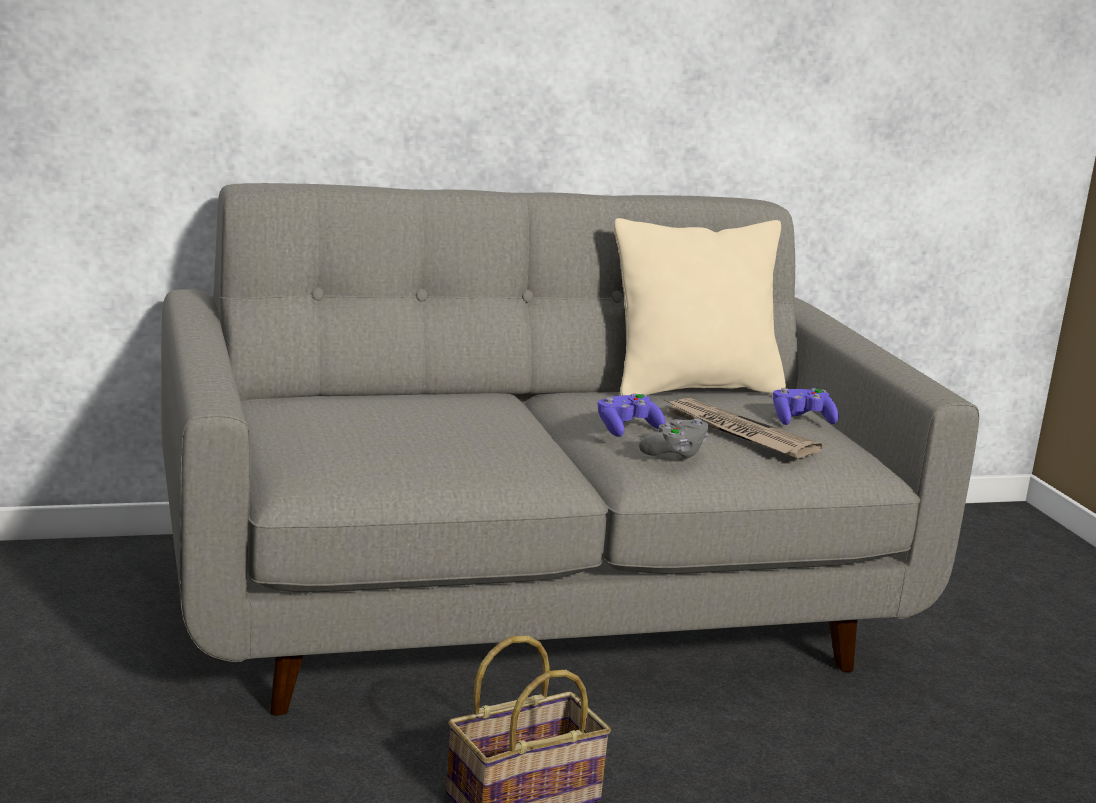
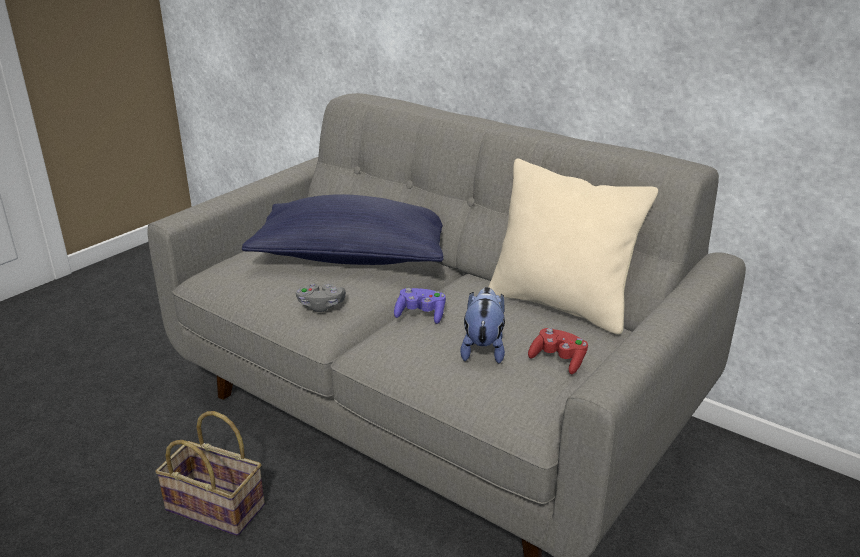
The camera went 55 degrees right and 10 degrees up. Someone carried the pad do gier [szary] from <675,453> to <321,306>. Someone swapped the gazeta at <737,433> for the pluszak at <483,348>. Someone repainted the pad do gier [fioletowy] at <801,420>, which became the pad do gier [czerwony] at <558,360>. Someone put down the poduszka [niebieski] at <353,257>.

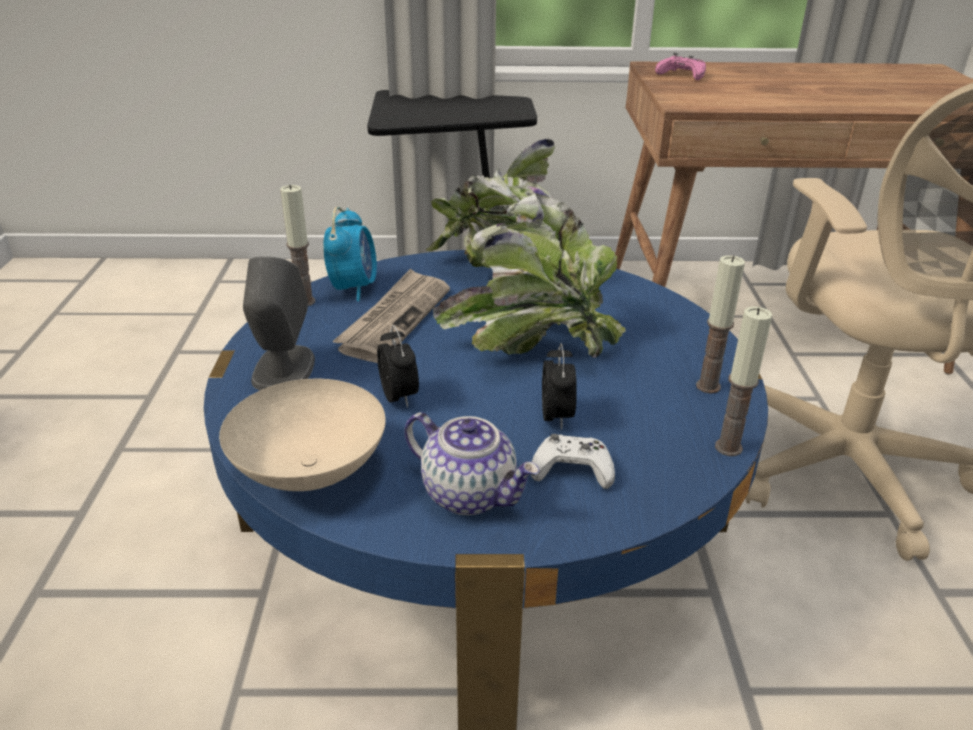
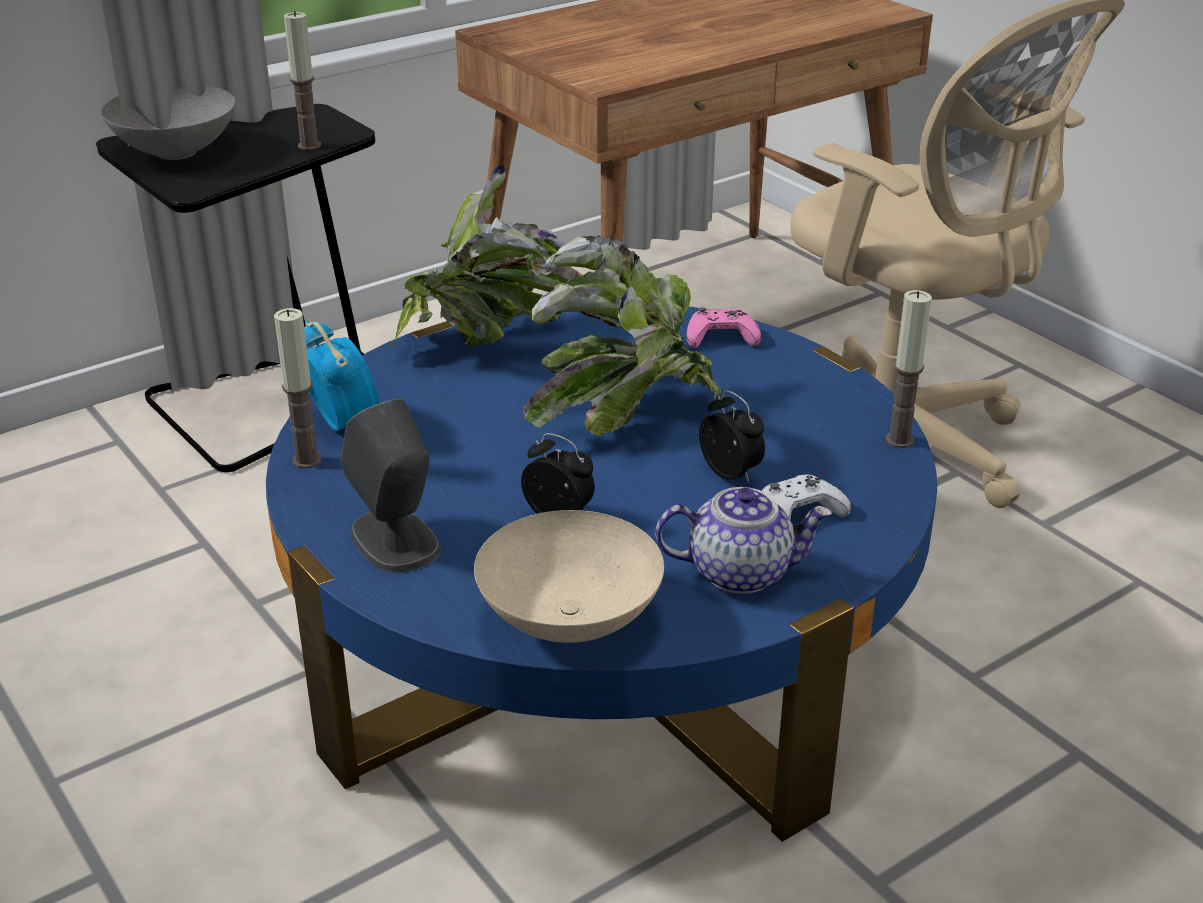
The camera went 35 degrees left and 0 degrees up. Someone took away the gazeta at <395,318>. Someone carried the pad do gier [różowy] from <682,75> to <721,337>. Someone carried the świeca from <708,386> to <309,145>. Someone put down the miska [szary] at <177,153>.

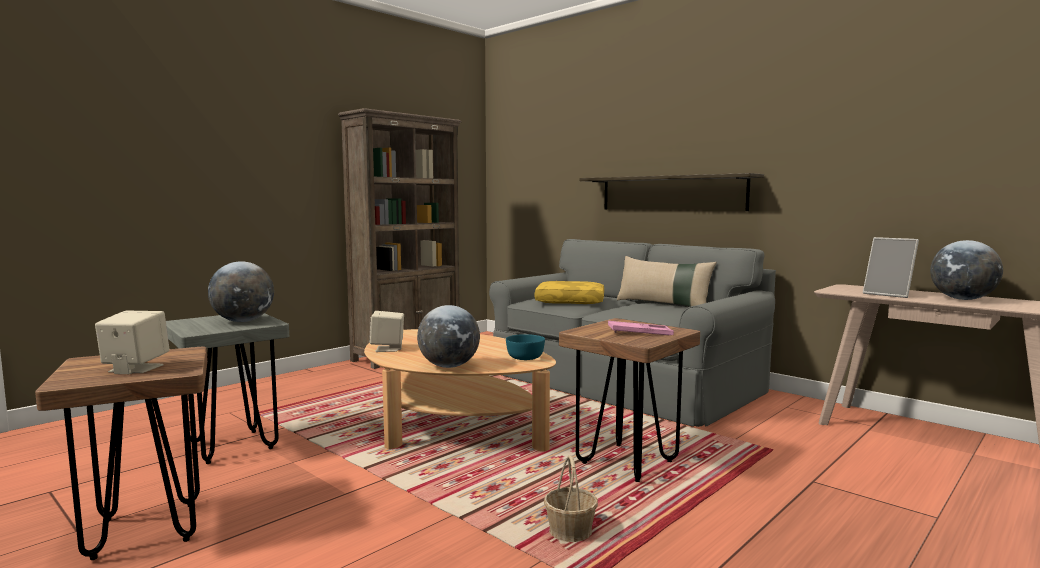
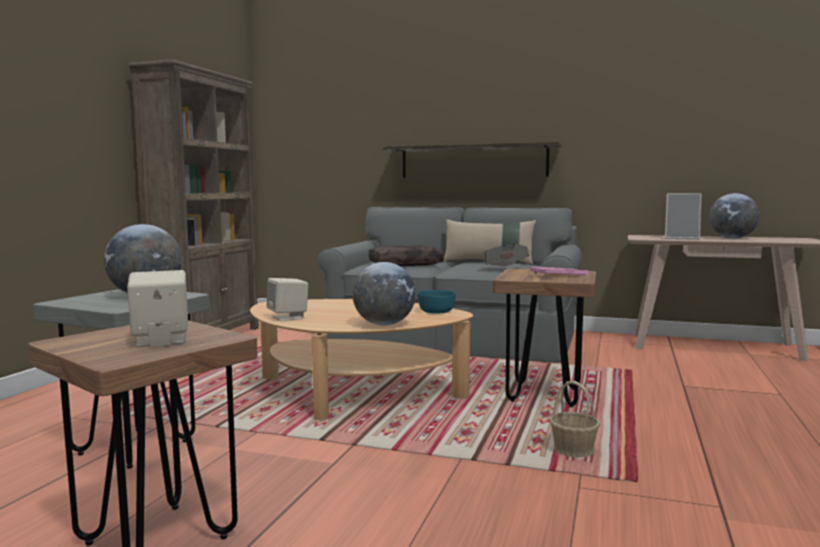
The camera went 25 degrees left and 0 degrees up. Someone repainted the poduszka [żółty] at <570,301>, which became the poduszka [brązowy] at <405,264>. Someone put down the gazeta at <505,269>.

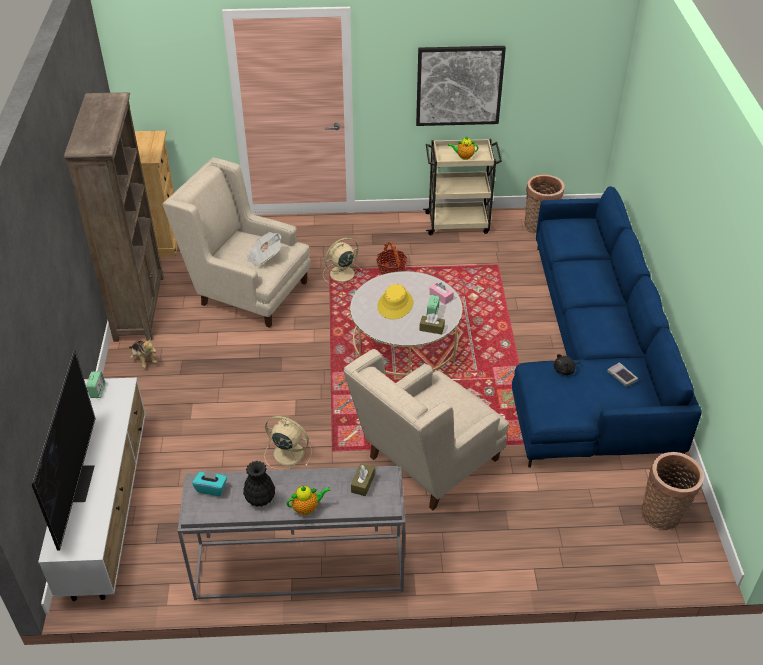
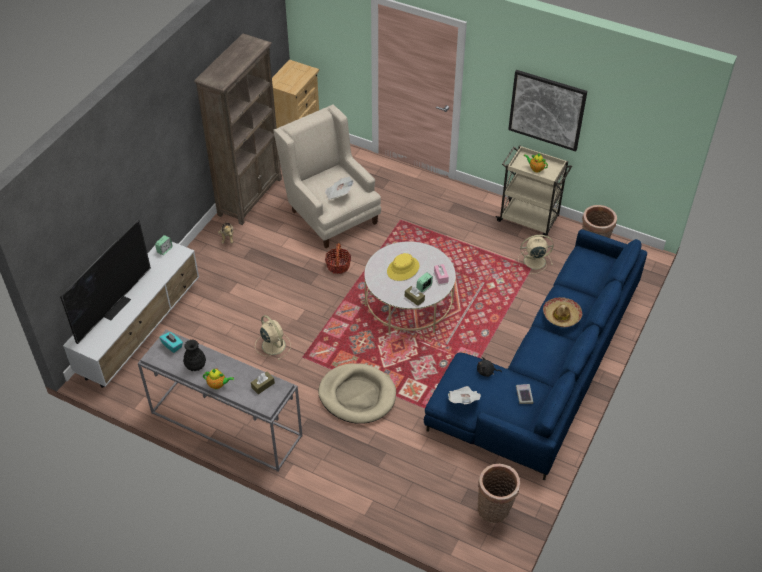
The camera went 30 degrees right and 5 degrees up. Someone carried the wentylator [beżowy] from <341,274> to <533,261>. Someone swapped the fotel [beżowy] at <426,464> for the legowisko [beżowy] at <357,395>. Someone carried the koszyk from <391,269> to <338,266>. Someone put down the gazeta at <463,400>. Someone put down the kapelusz at <561,316>.

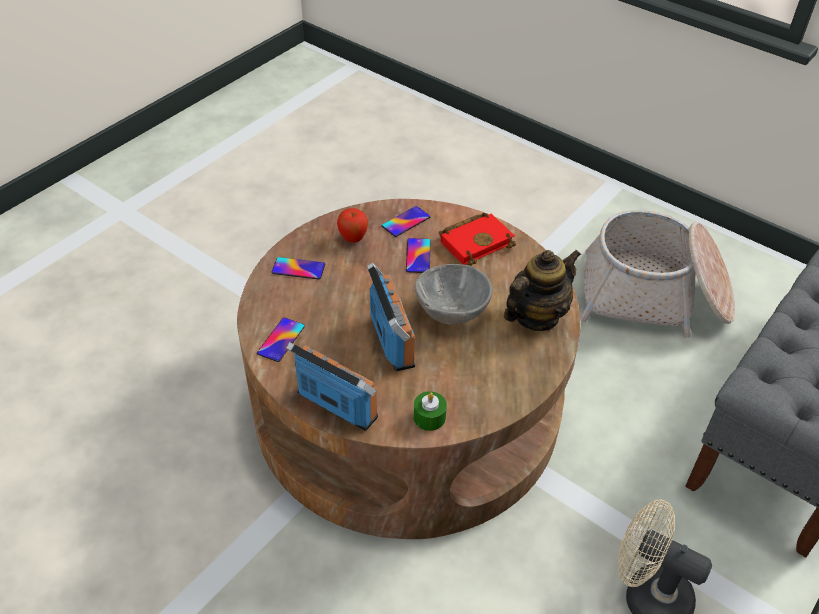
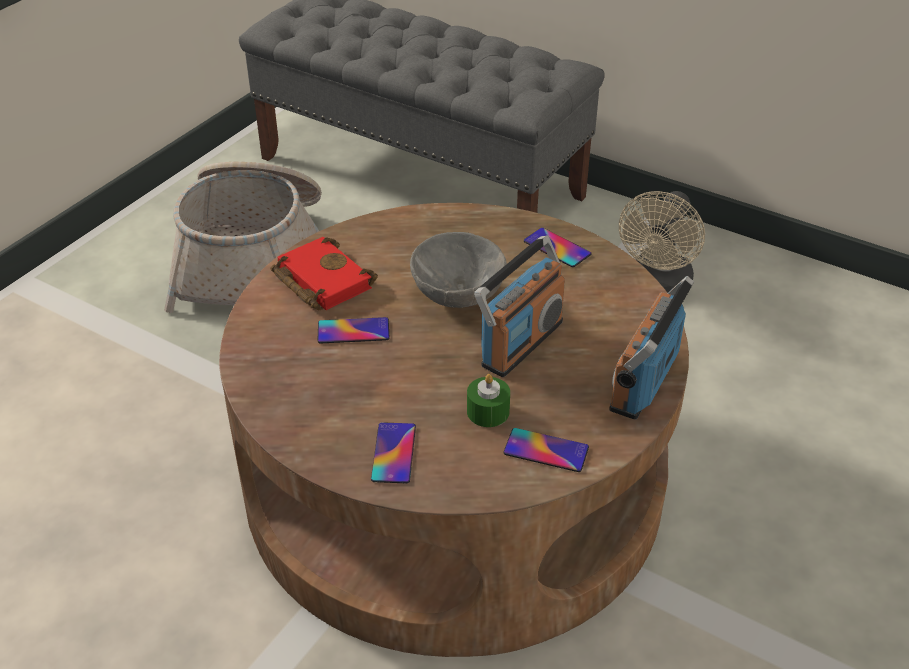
The camera went 95 degrees left and 5 degrees down. Someone took away the jabłko at <353,239>. Someone rotated the radio at <392,340> by 150 degrees clockwise. Someone carried the telefon from <406,222> to <557,248>. Someone carried the świeca [zielony] from <429,417> to <488,411>. Someone took away the imbryk at <536,316>.

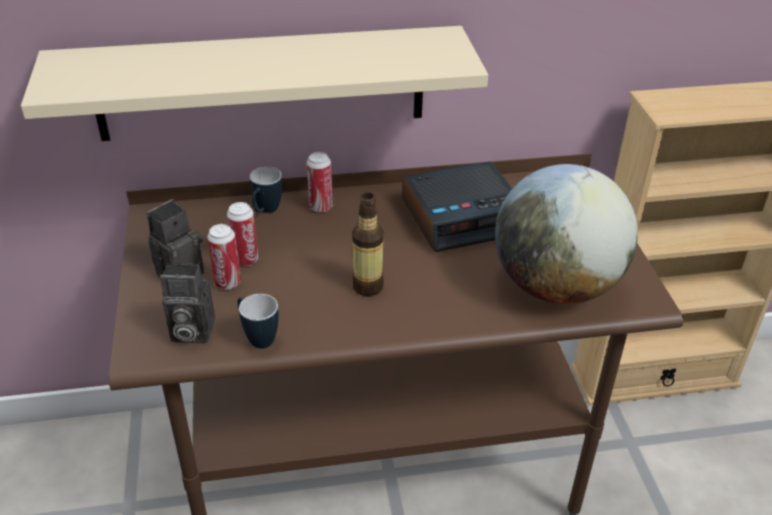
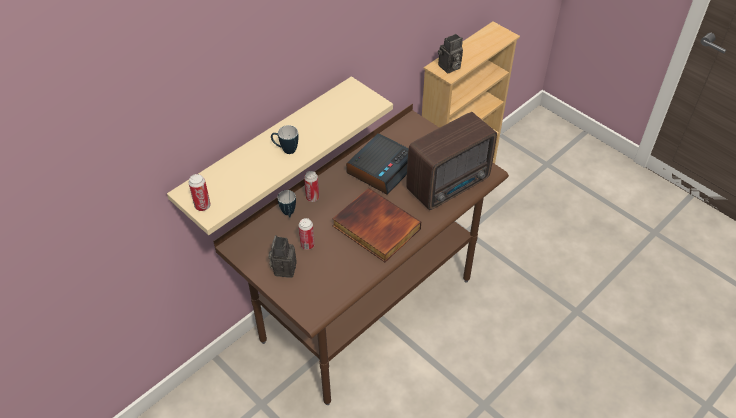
The camera went 35 degrees left and 10 degrees up. Someone carried the aparat fotograficzny from <189,332> to <449,67>. Someone carried the puszka from <227,283> to <202,206>. Someone carried the kubek from <257,337> to <285,150>. Someone swapped the butelka at <367,286> for the książka at <375,228>. Someone swapped the globus at <556,286> for the radio at <450,184>.

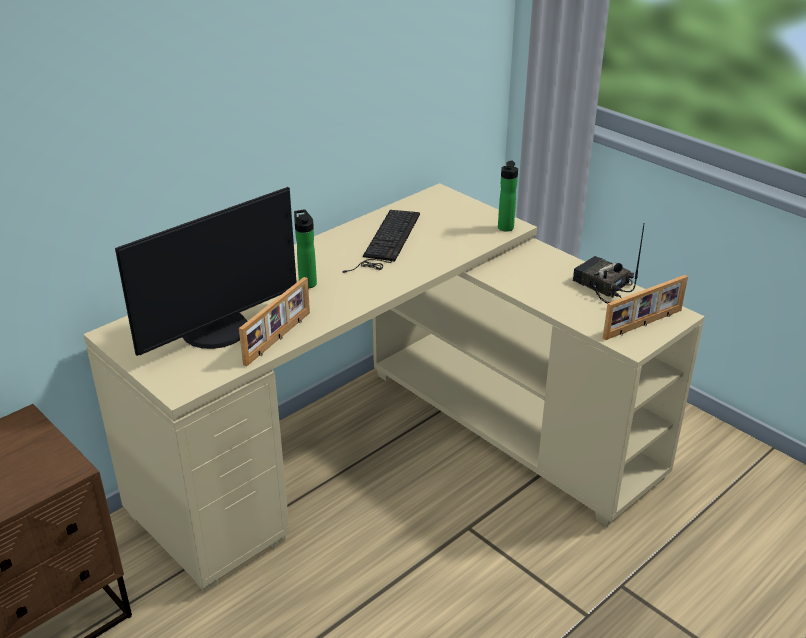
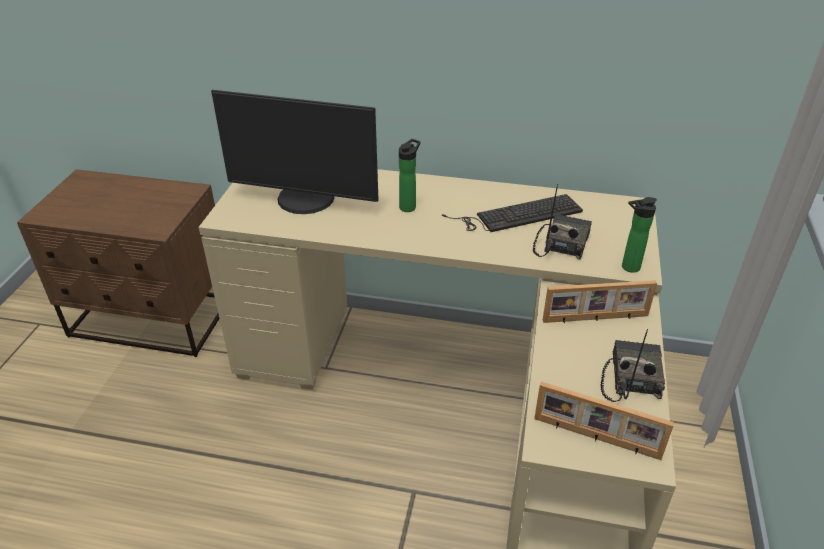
The camera went 55 degrees right and 5 degrees up. Someone carried the ramka na zdjęcie from <279,338> to <596,319>. Someone put down the radio at <561,243>.

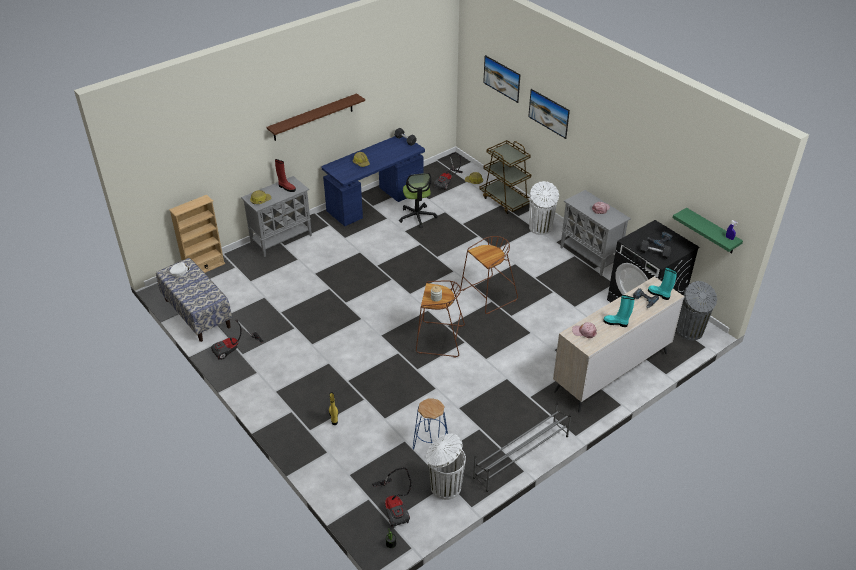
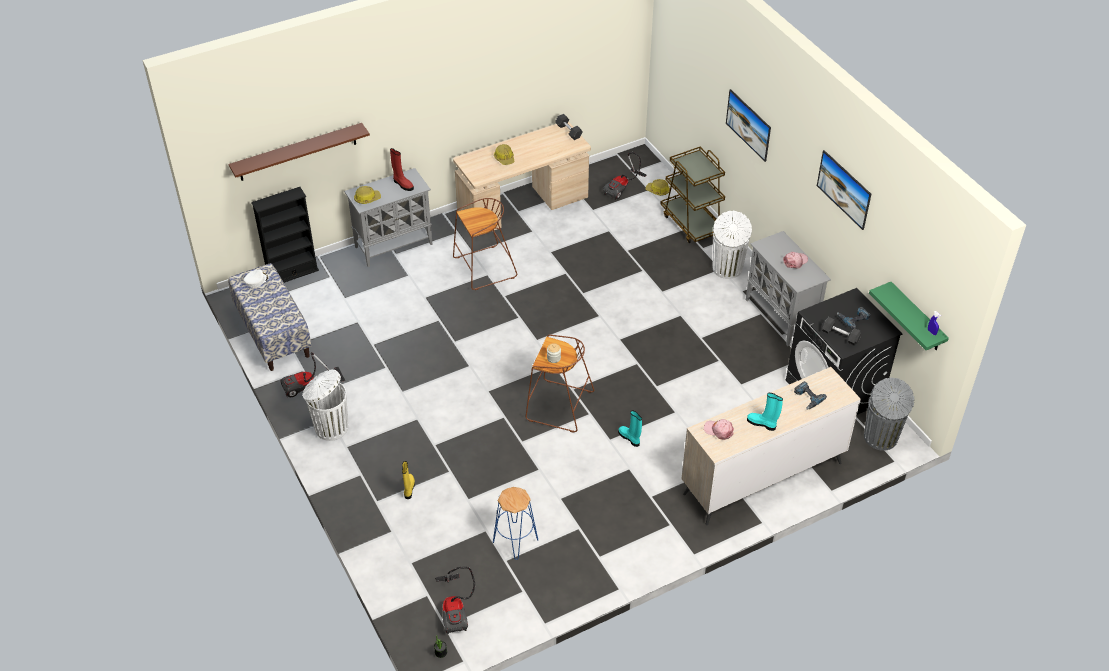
The camera went 10 degrees right and 5 degrees up. Someone repainted the regał [beżowy] at <204,268>, which became the regał [czarny] at <292,273>. Someone carried the półka [brązowy] from <313,117> to <297,152>. Someone repainted the biurko [niebieski] at <375,202>, which became the biurko [beżowy] at <523,206>. Someone took away the krzesło biurowe at <417,217>. Someone carried the kosz na śmieci [biały] from <444,486> to <330,427>. Someone carried the stołek [brązowy] from <488,296> to <484,268>. Someone took away the regał na buty [szary] at <520,456>. Someone carried the obraz from <501,85> to <842,198>. Someone carried the but z cholewką [turkusowy] from <659,294> to <630,438>.

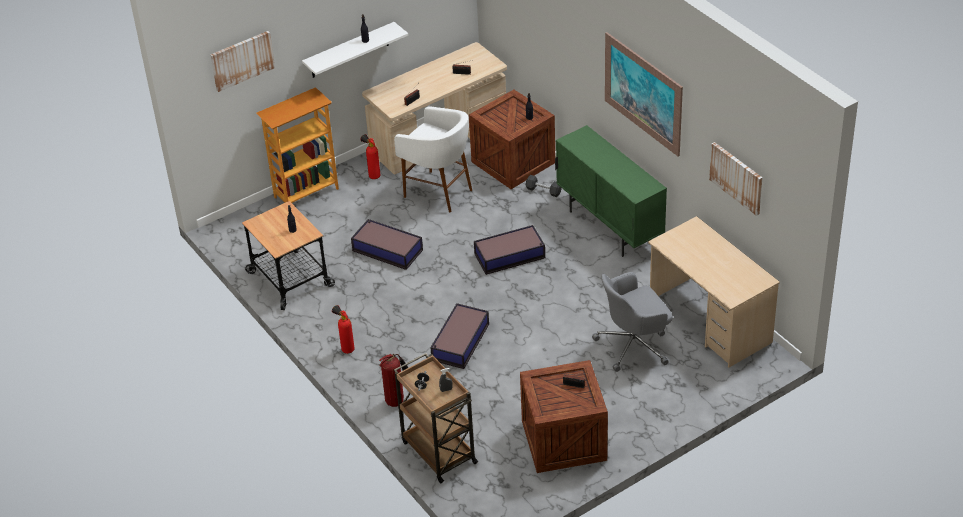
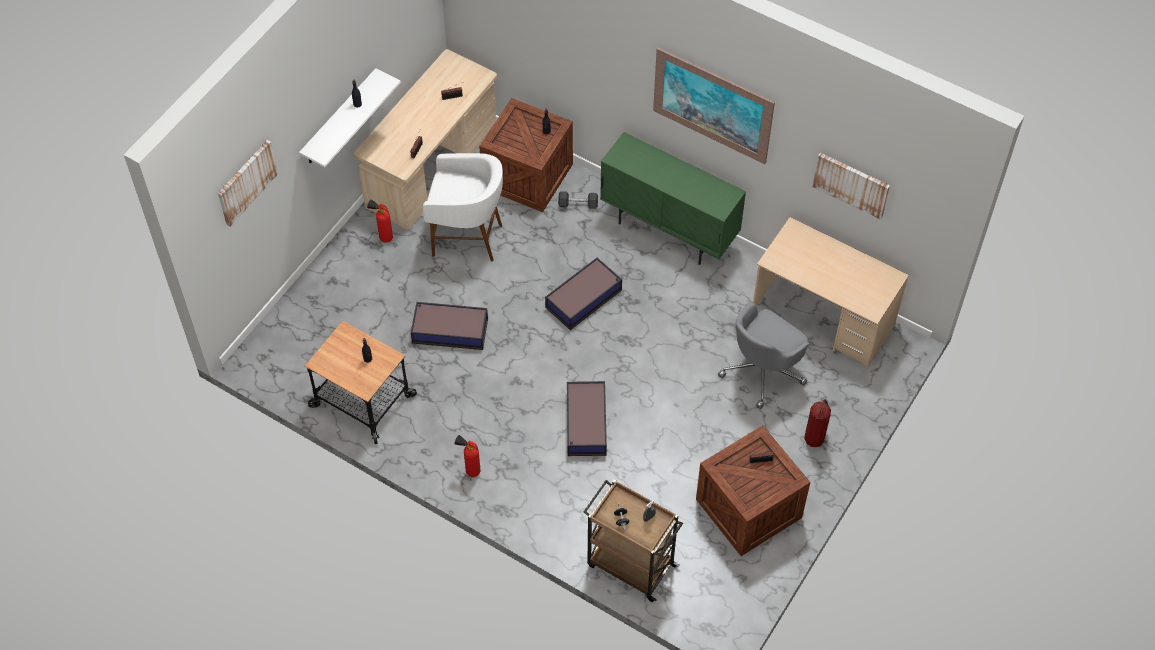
The camera went 25 degrees left and 15 degrees up. Someone took away the regał at <306,193>. Someone carried the gaśnica from <396,400> to <814,438>.

